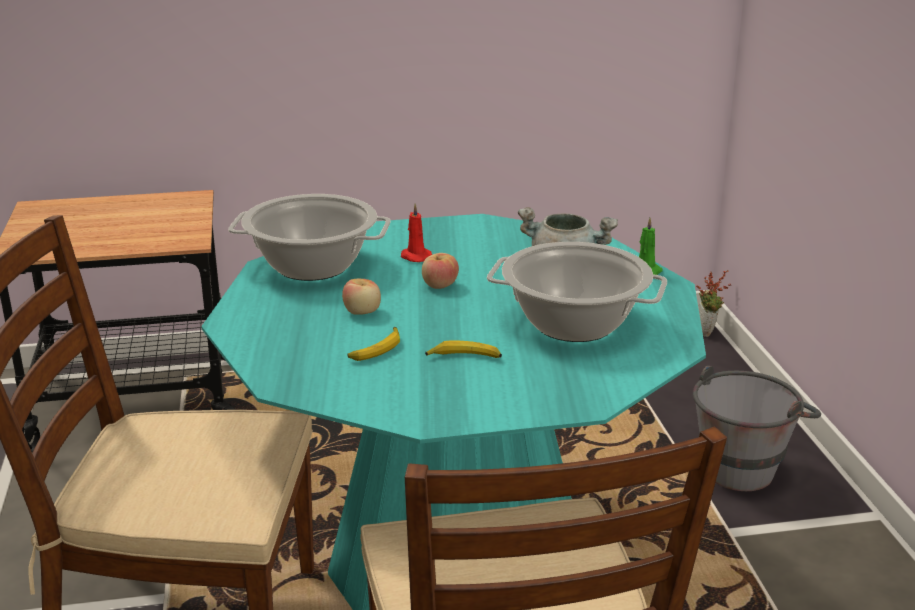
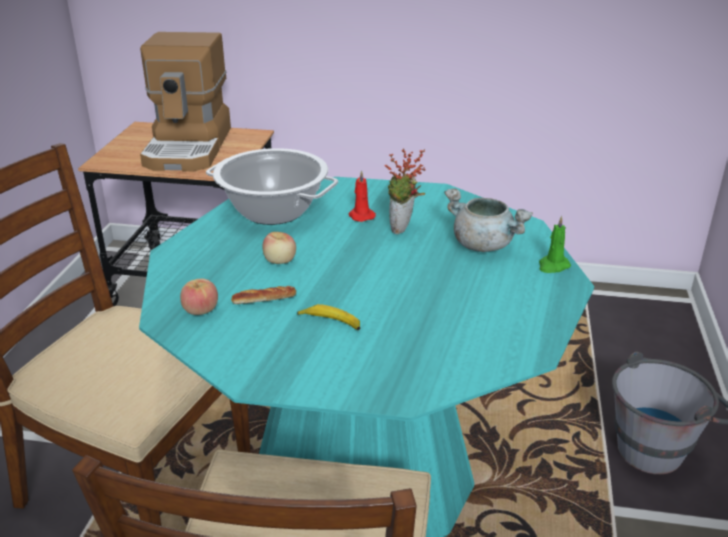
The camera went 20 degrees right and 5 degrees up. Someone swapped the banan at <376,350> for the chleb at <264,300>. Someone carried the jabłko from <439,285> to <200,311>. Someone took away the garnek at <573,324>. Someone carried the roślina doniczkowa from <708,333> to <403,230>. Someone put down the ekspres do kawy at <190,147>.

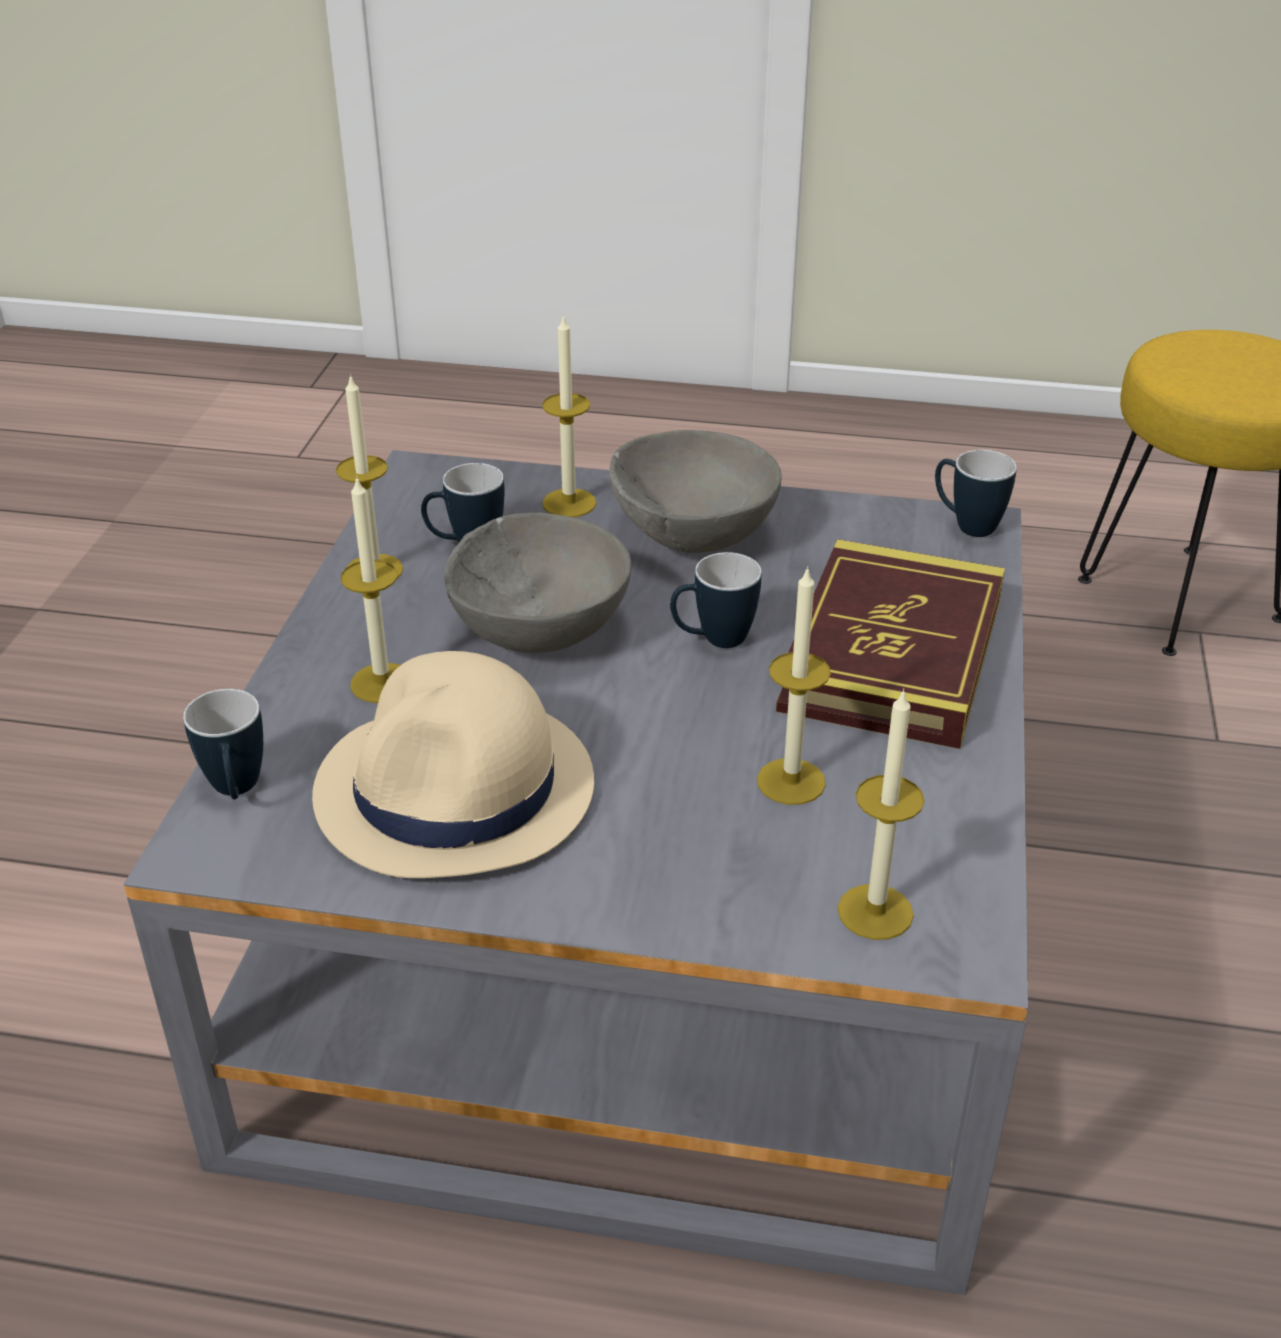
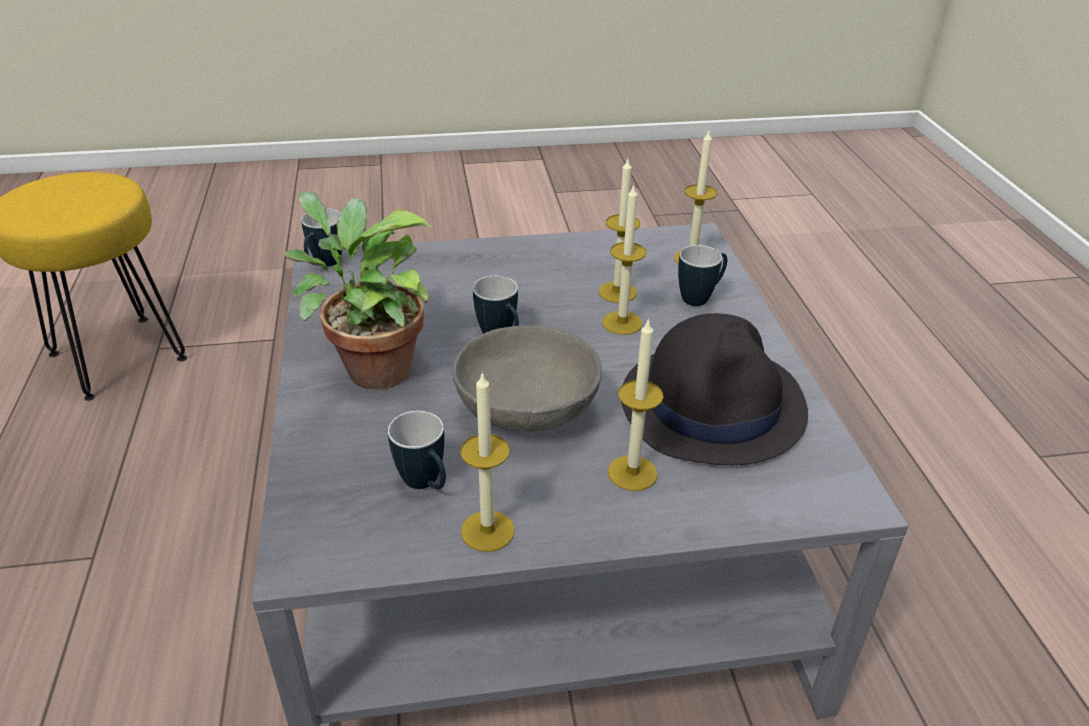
The camera went 110 degrees left and 0 degrees up. Someone carried the kubek from <236,792> to <700,298>. Someone repainted the kapelusz [beżowy] at <456,791>, which became the kapelusz [czarny] at <713,404>. Someone carried the świeca from <569,503> to <622,323>. Someone swapped the miska [szary] at <694,536> for the roślina doniczkowa at <371,368>. Someone took away the książka at <892,654>.

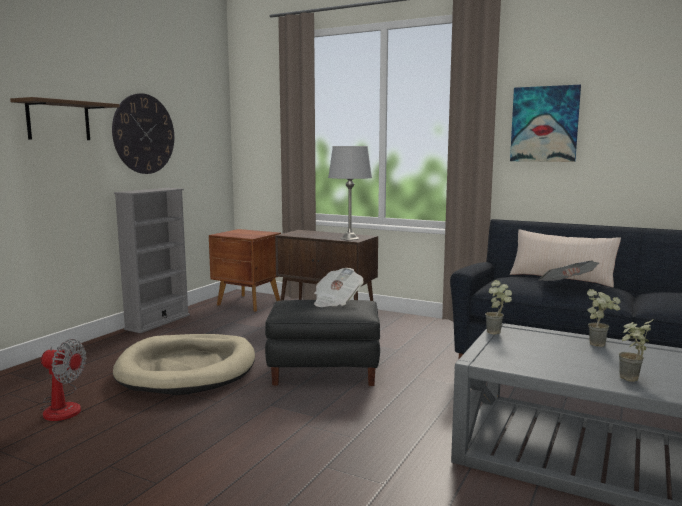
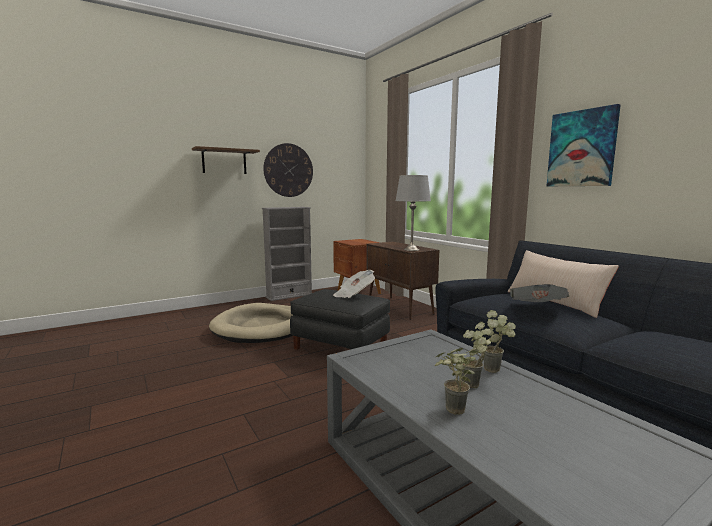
The camera went 30 degrees right and 0 degrees up. Someone took away the wentylator at <62,407>. Someone carried the roślina doniczkowa from <498,333> to <475,387>.

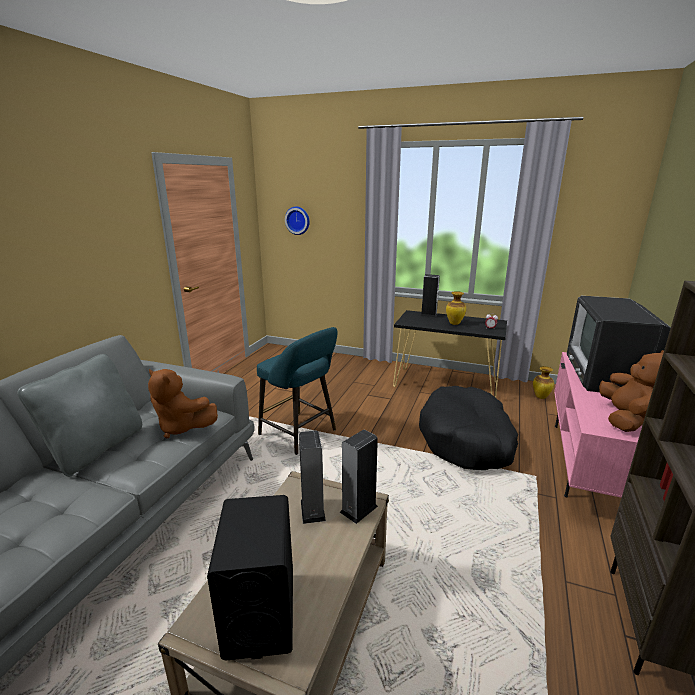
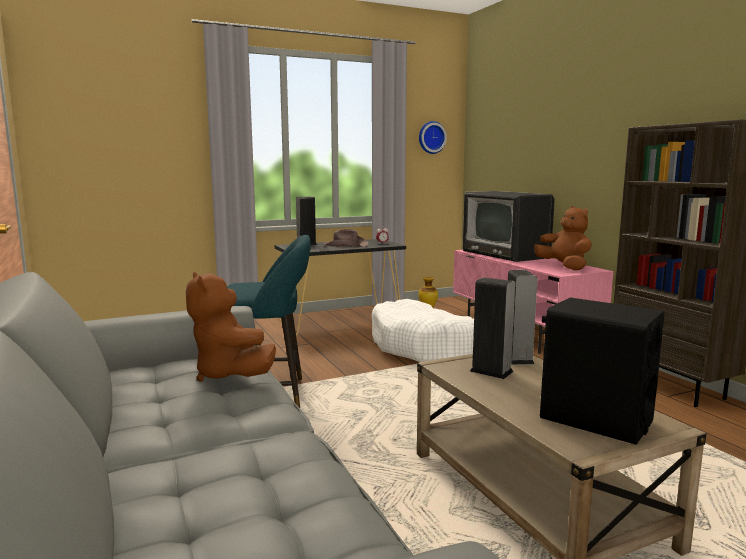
The camera went 45 degrees left and 10 degrees down. Someone took away the poduszka [szary] at <97,449>. Someone rotated the pluszak [brązowy] at <182,428> by 75 degrees clockwise. Someone carried the zegar ścienny from <298,220> to <431,137>. Someone repainted the legowisko [czarny] at <466,439>, which became the legowisko [biały] at <425,347>. Someone swapped the wazon at <454,323> for the kapelusz [brązowy] at <345,245>.

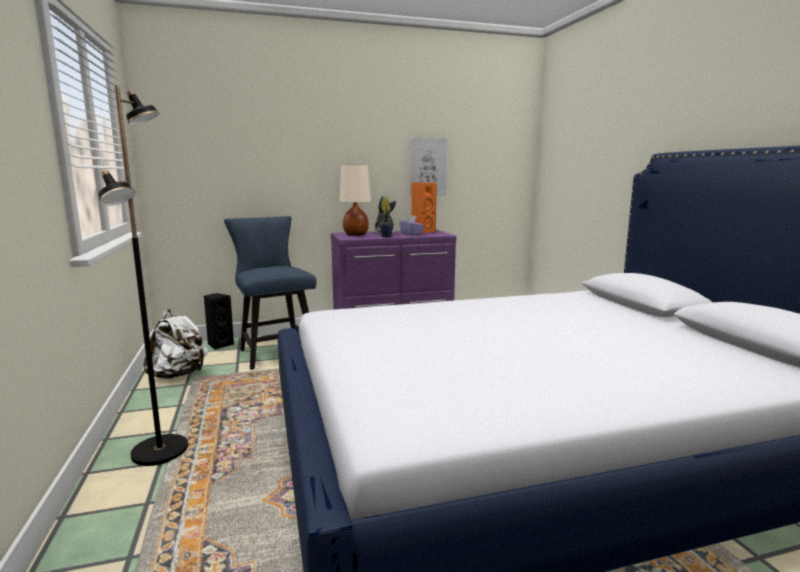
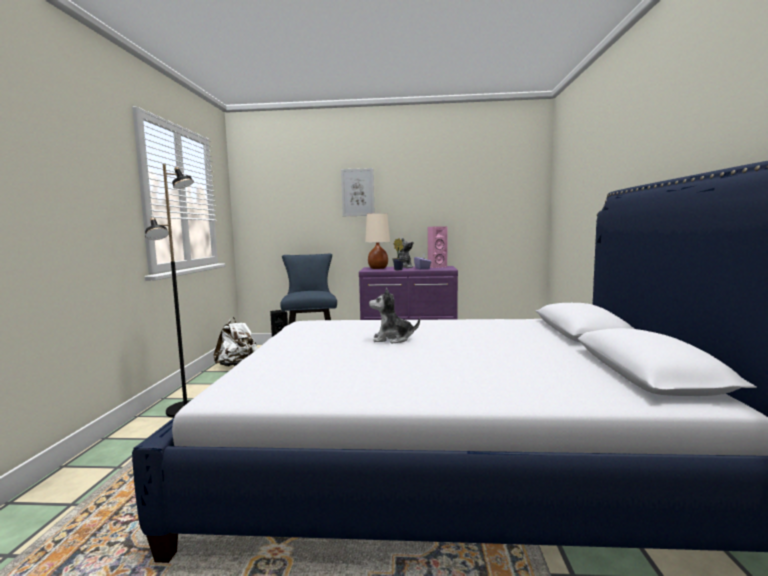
The camera went 20 degrees right and 5 degrees down. Someone carried the obraz from <428,166> to <358,192>. Someone repainted the głośnik [pomarańczowy] at <422,231>, which became the głośnik [różowy] at <436,267>. Someone put down the pluszak at <392,339>.

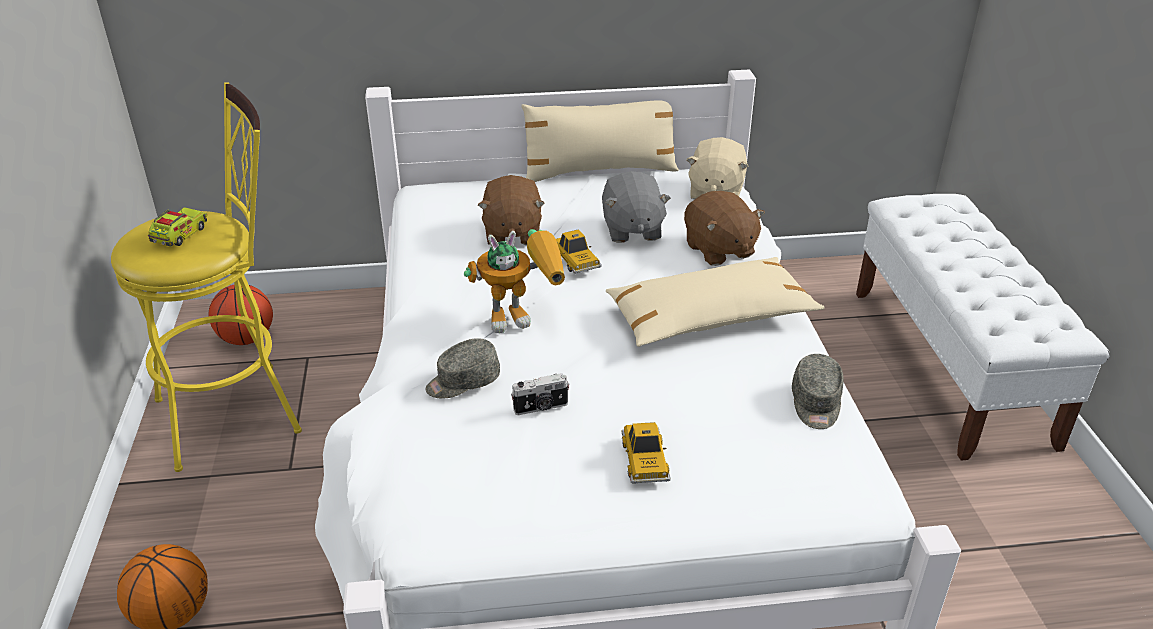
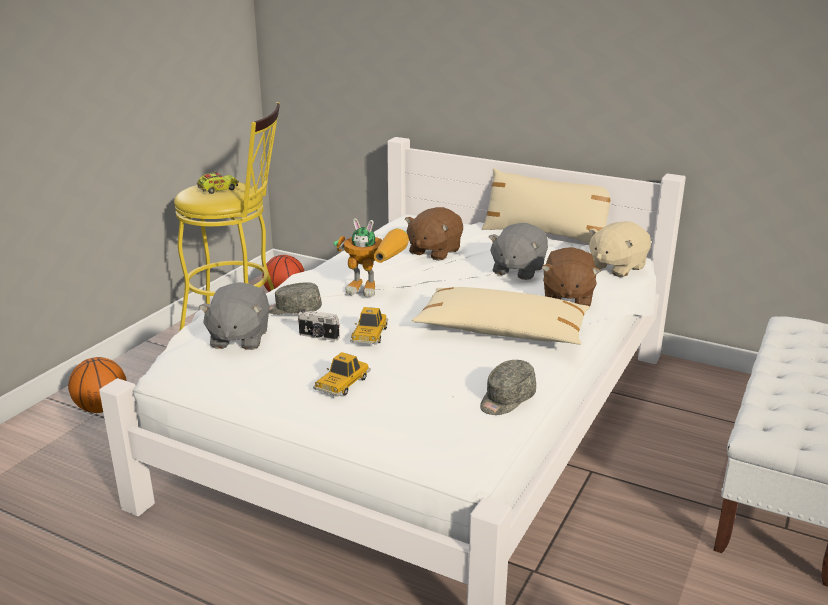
The camera went 35 degrees right and 10 degrees down. Someone carried the samochodzik from <576,260> to <369,335>. Someone put down the pluszak [szary] at <239,338>.

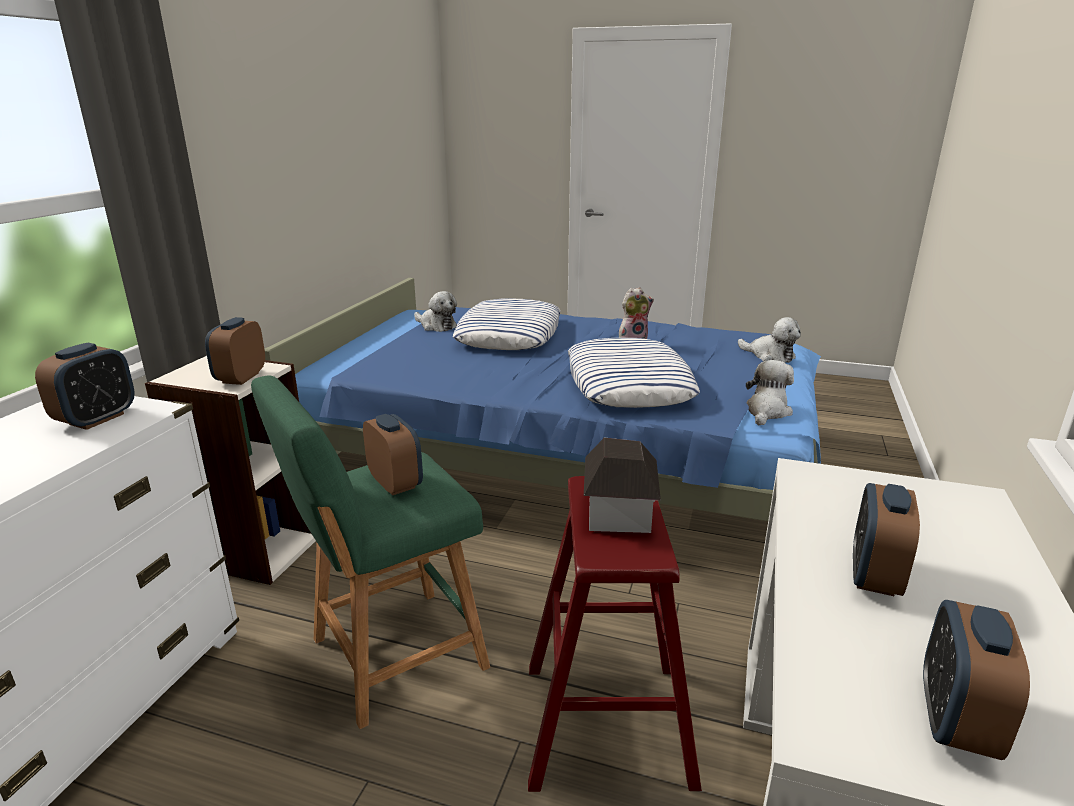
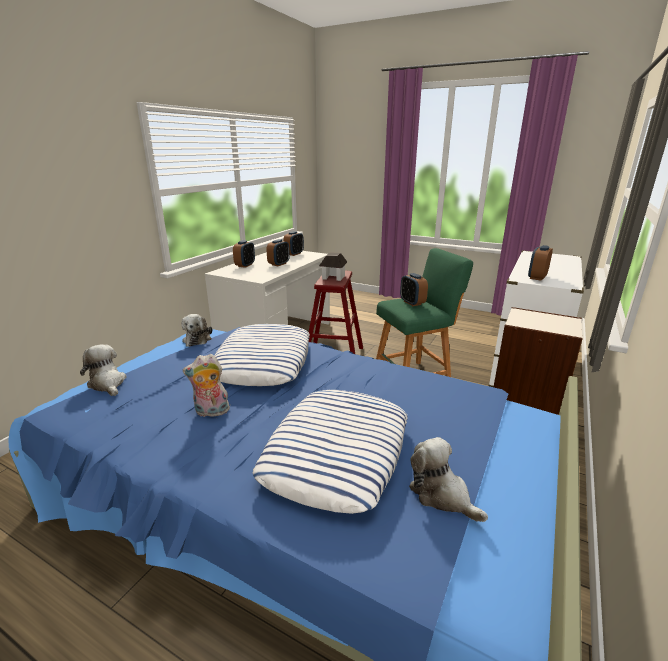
The camera went 170 degrees left and 0 degrees up. Someone carried the budzik from <241,378> to <245,265>. Someone rotated the pluszak at <766,411> by 45 degrees counterclockwise.

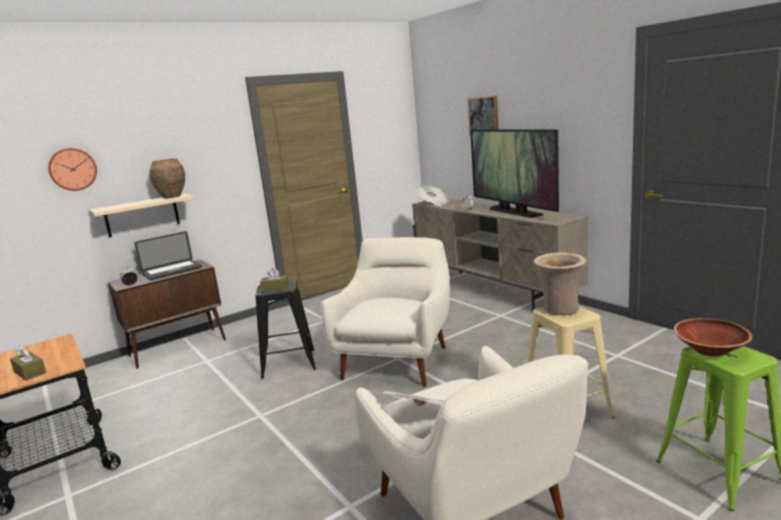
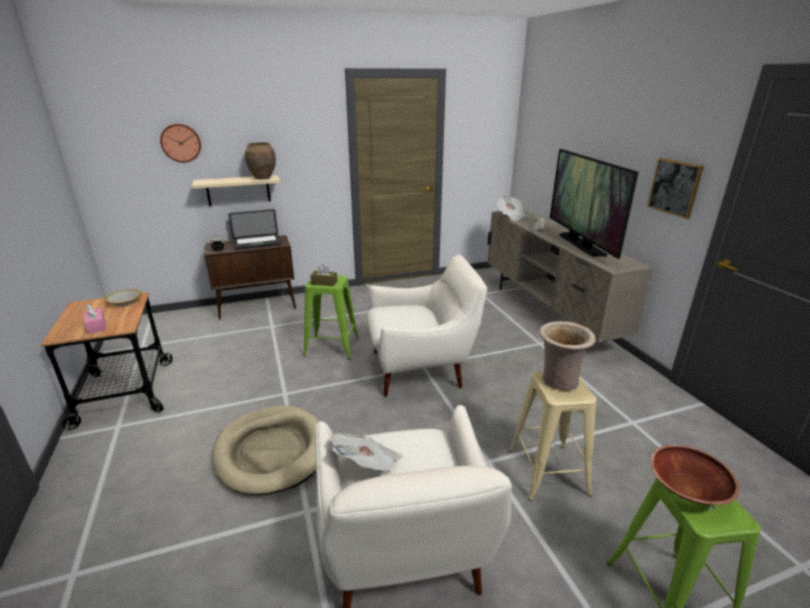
The camera went 15 degrees right and 10 degrees up. Someone repainted the pudełko chusteczek [brązowy] at <30,372>, which became the pudełko chusteczek [różowy] at <96,326>. Someone repainted the stołek [czarny] at <288,364>, which became the stołek [zielony] at <331,346>. Someone rotated the fotel [biały] at <397,360> by 45 degrees clockwise. Someone carried the obraz from <483,116> to <675,187>. Someone put down the miska at <125,302>. Someone put down the legowisko [beżowy] at <272,452>.

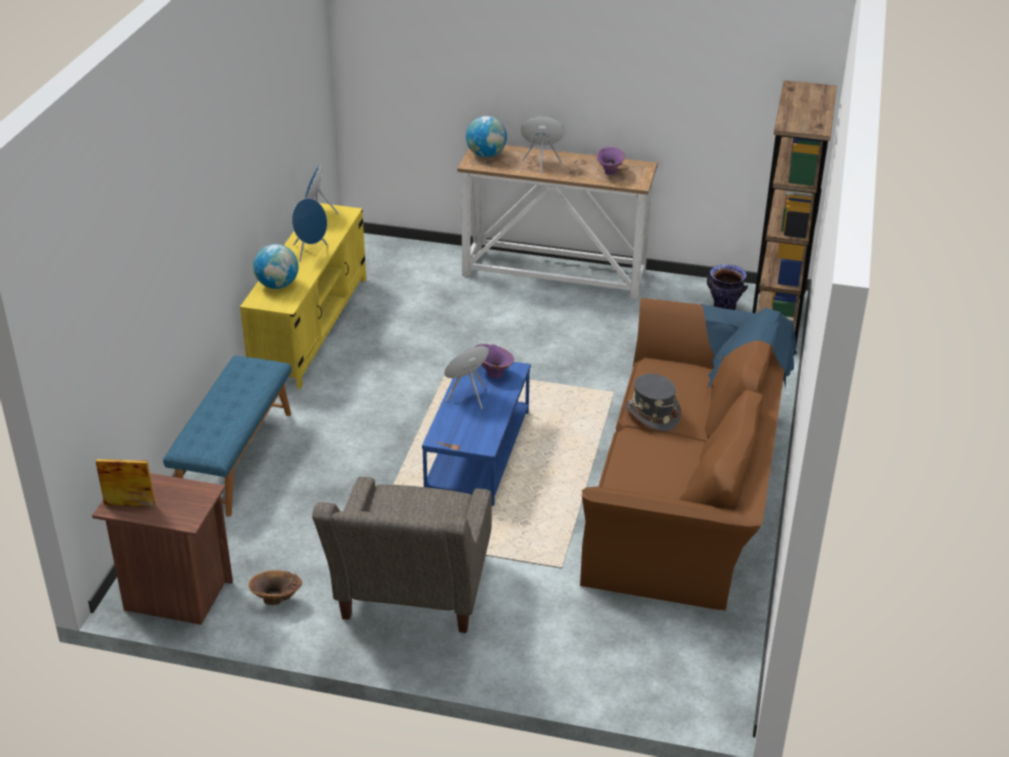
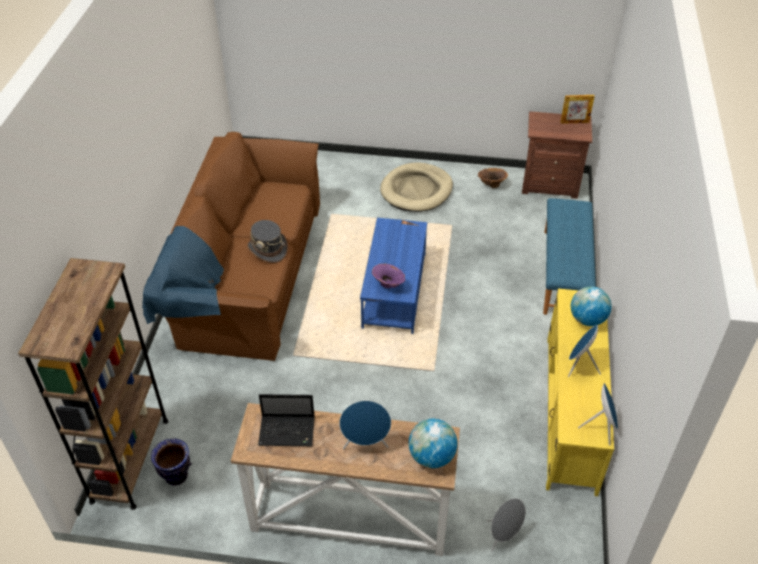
The camera went 175 degrees right and 10 degrees up. Someone swapped the fotel [szary] at <410,600> for the legowisko [beżowy] at <416,190>. Someone carried the głośnik [szary] from <468,396> to <503,536>. Someone swapped the wazon [fioletowy] at <609,173> for the laptop at <288,431>.

